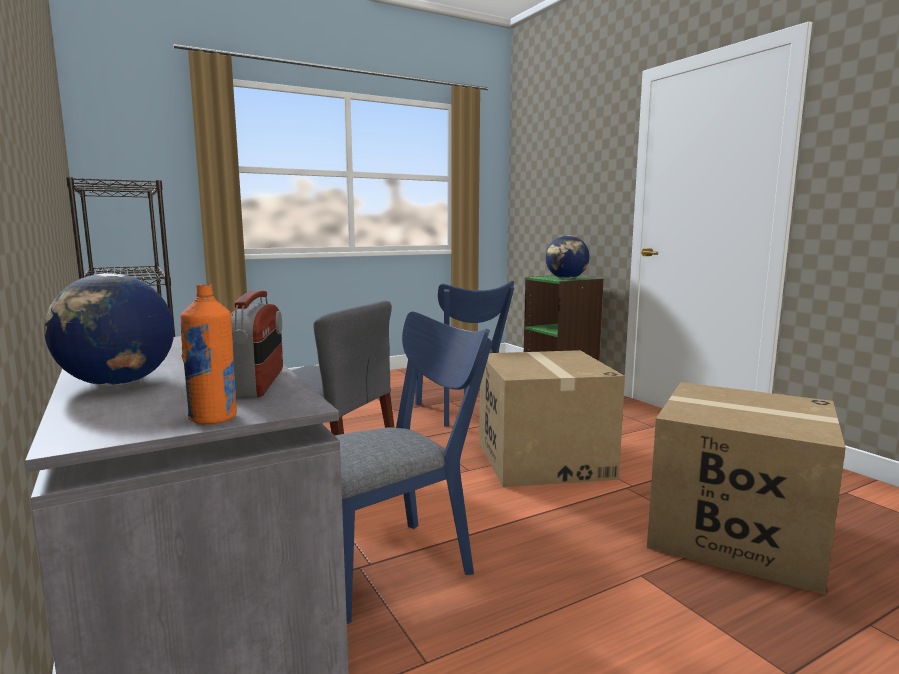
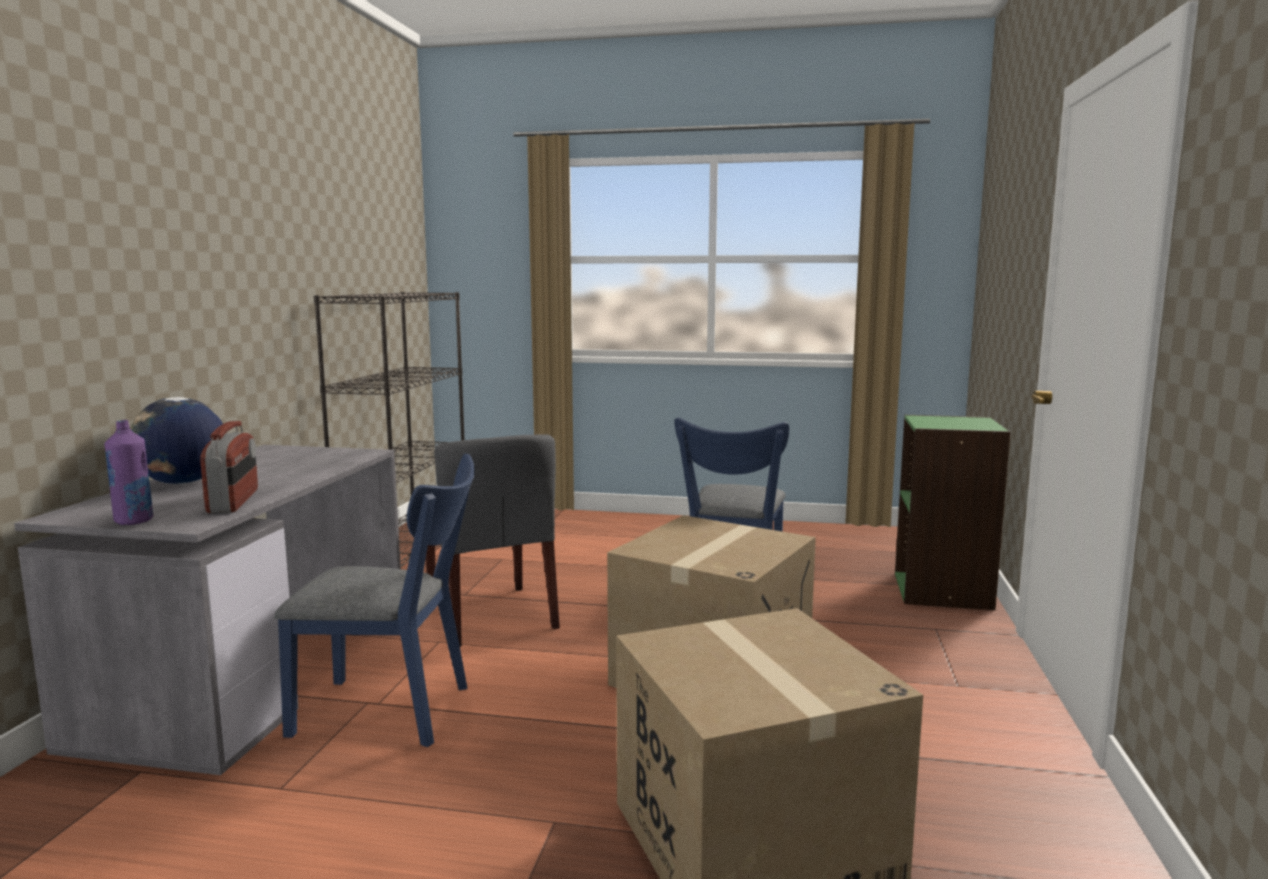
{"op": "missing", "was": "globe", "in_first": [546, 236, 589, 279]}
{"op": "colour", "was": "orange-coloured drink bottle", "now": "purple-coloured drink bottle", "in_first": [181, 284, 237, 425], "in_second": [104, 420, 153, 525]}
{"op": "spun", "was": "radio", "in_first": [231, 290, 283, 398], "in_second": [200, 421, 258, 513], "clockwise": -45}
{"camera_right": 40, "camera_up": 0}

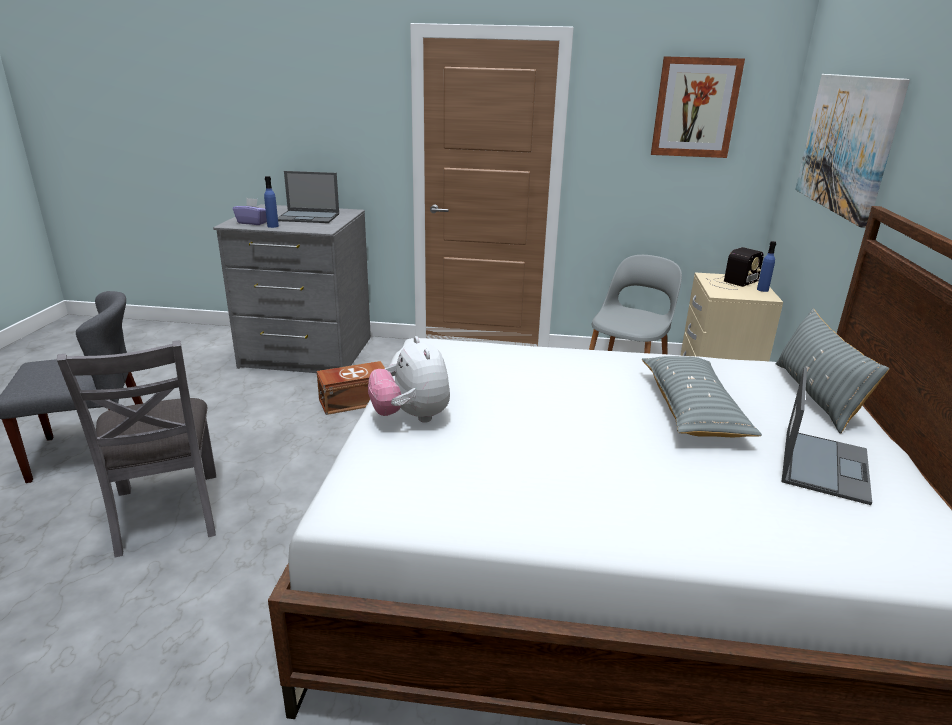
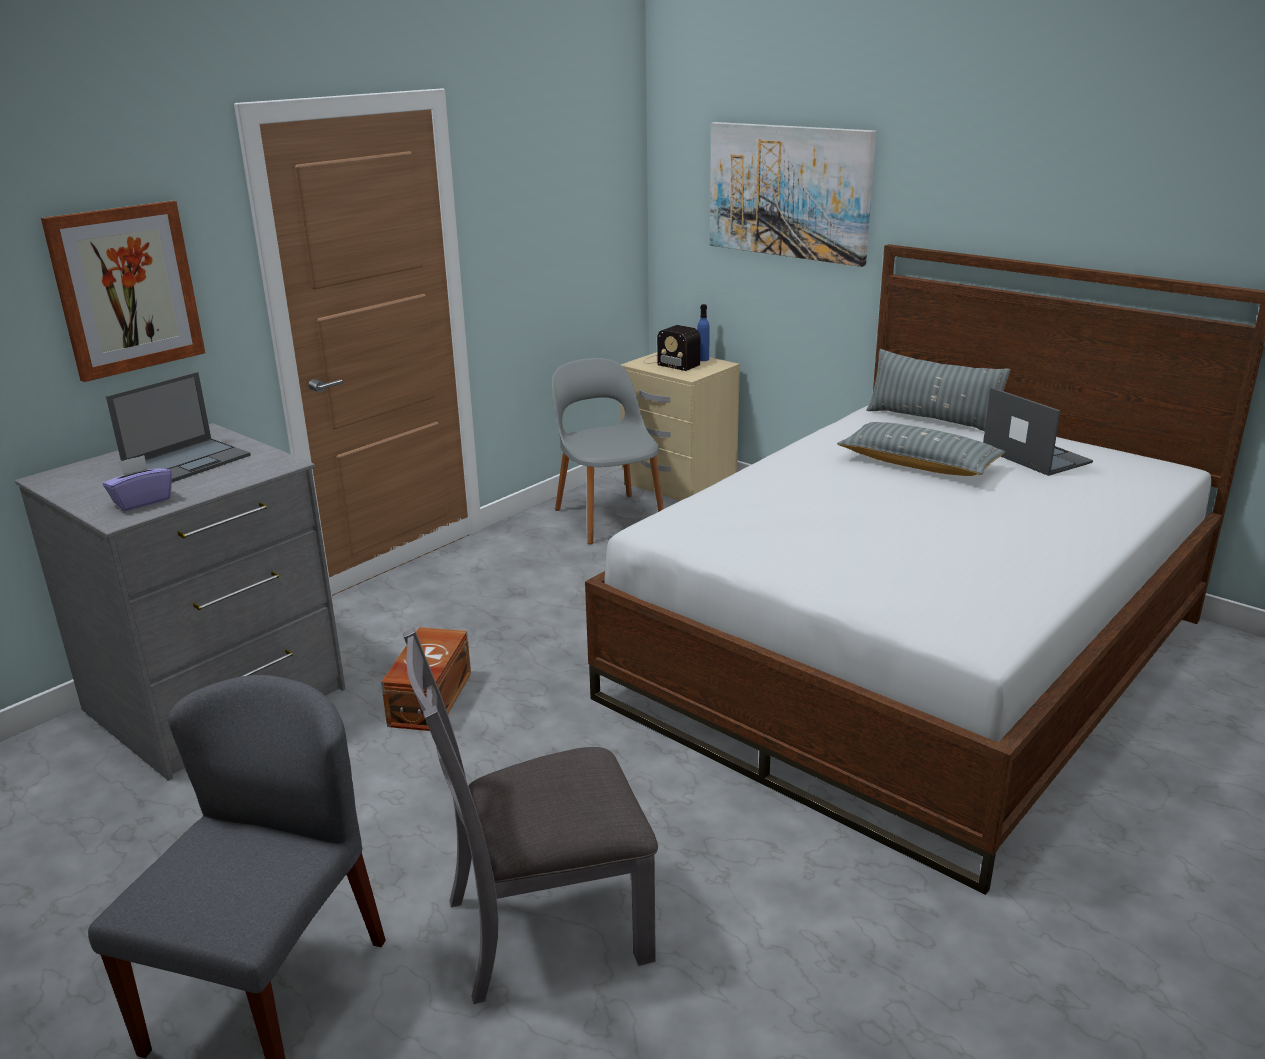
{"op": "relocated", "was": "picture", "in_first": [651, 56, 745, 158], "in_second": [41, 201, 205, 382]}
{"op": "missing", "was": "bluish drink bottle", "in_first": [264, 176, 279, 228]}
{"op": "spun", "was": "radio", "in_first": [706, 247, 764, 290], "in_second": [643, 325, 700, 371], "clockwise": 135}
{"op": "missing", "was": "cuddly toy", "in_first": [368, 336, 450, 423]}
{"op": "spun", "was": "gray plain chair", "in_first": [57, 340, 216, 557], "in_second": [403, 627, 658, 1004], "clockwise": 150}
{"camera_right": -55, "camera_up": 0}

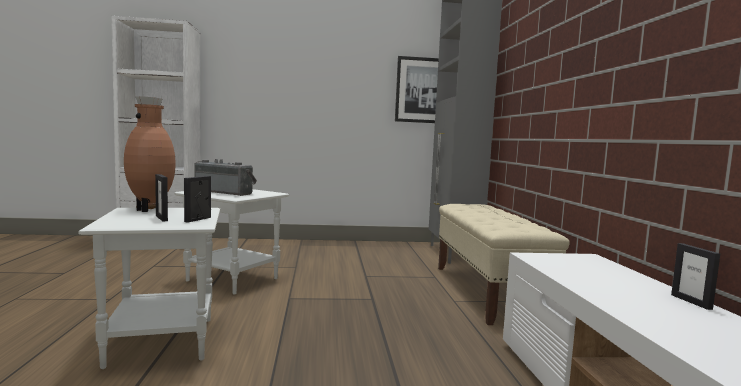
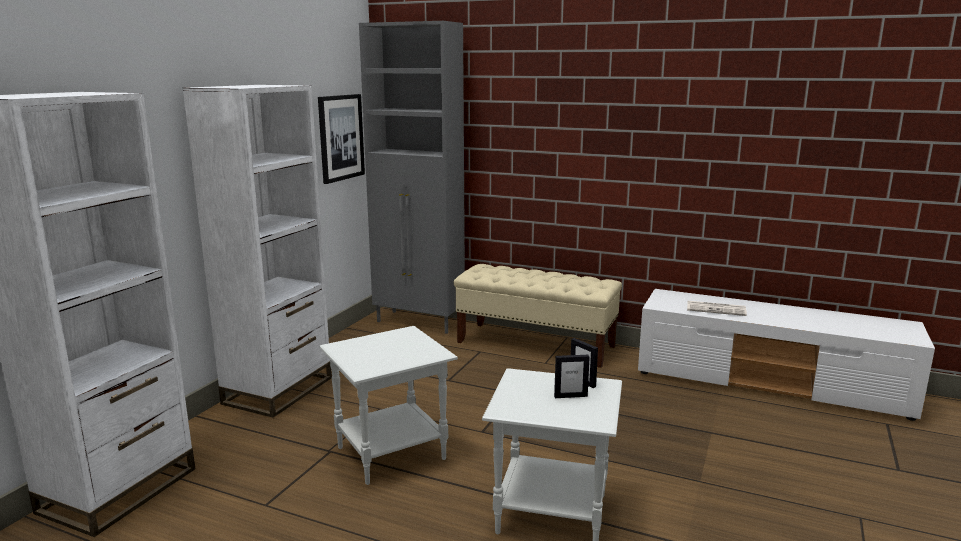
{"op": "missing", "was": "brown-coloured decorative vase", "in_first": [124, 96, 176, 212]}
{"op": "missing", "was": "radio", "in_first": [194, 159, 257, 196]}
{"op": "missing", "was": "standing frame", "in_first": [671, 243, 720, 310]}
{"op": "appeared", "now": "white bookcase", "in_second": [183, 85, 332, 418]}
{"op": "appeared", "now": "daily paper", "in_second": [687, 301, 747, 316]}
{"camera_right": -60, "camera_up": 10}

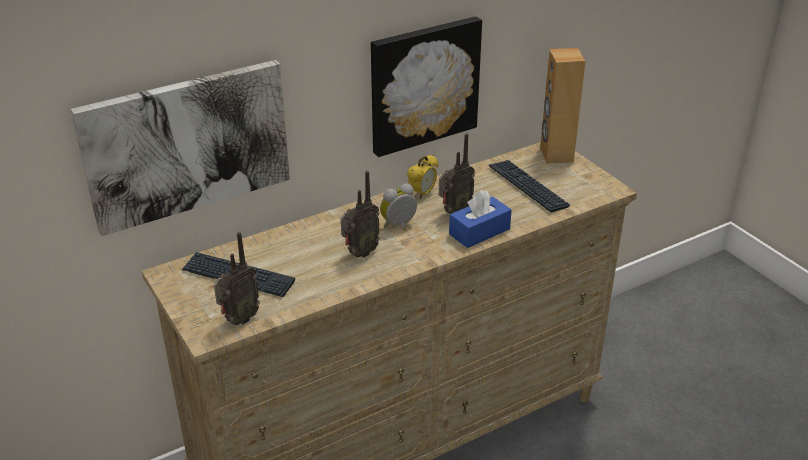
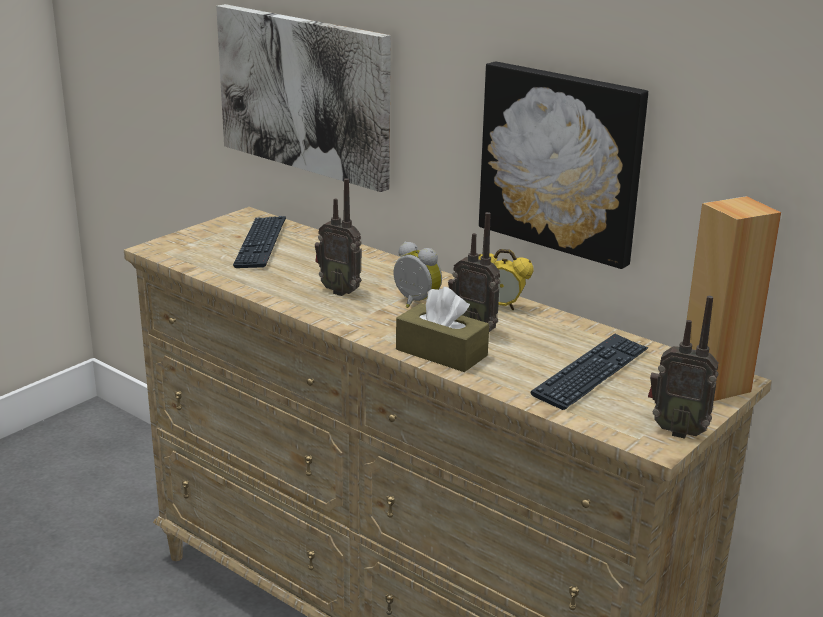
{"op": "colour", "was": "bluish tissue holder", "now": "brown-coloured tissue holder", "in_first": [449, 190, 512, 248], "in_second": [396, 287, 489, 372]}
{"op": "relocated", "was": "radio", "in_first": [214, 232, 260, 325], "in_second": [648, 296, 719, 439]}
{"camera_right": 70, "camera_up": -10}

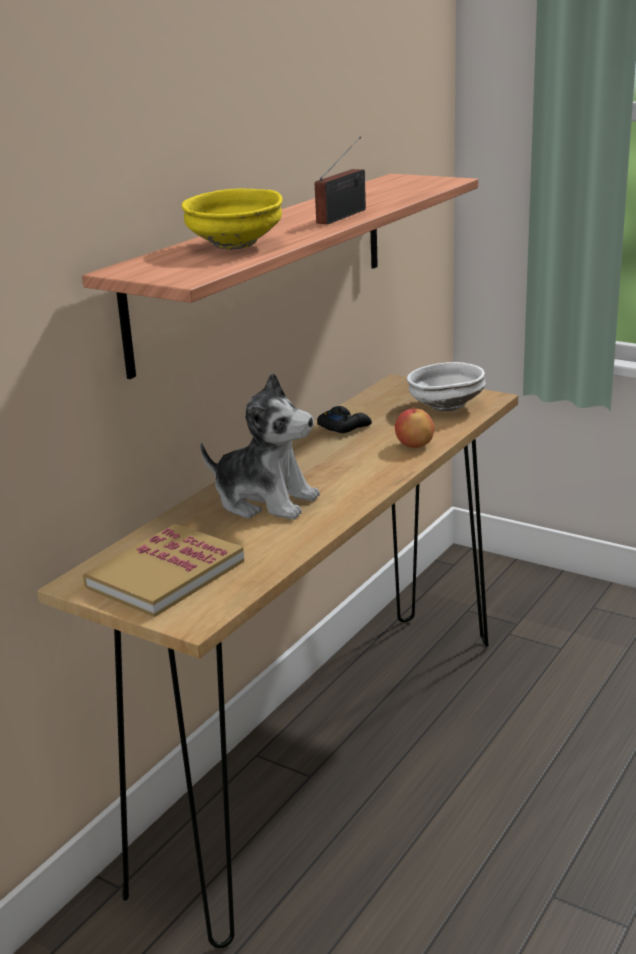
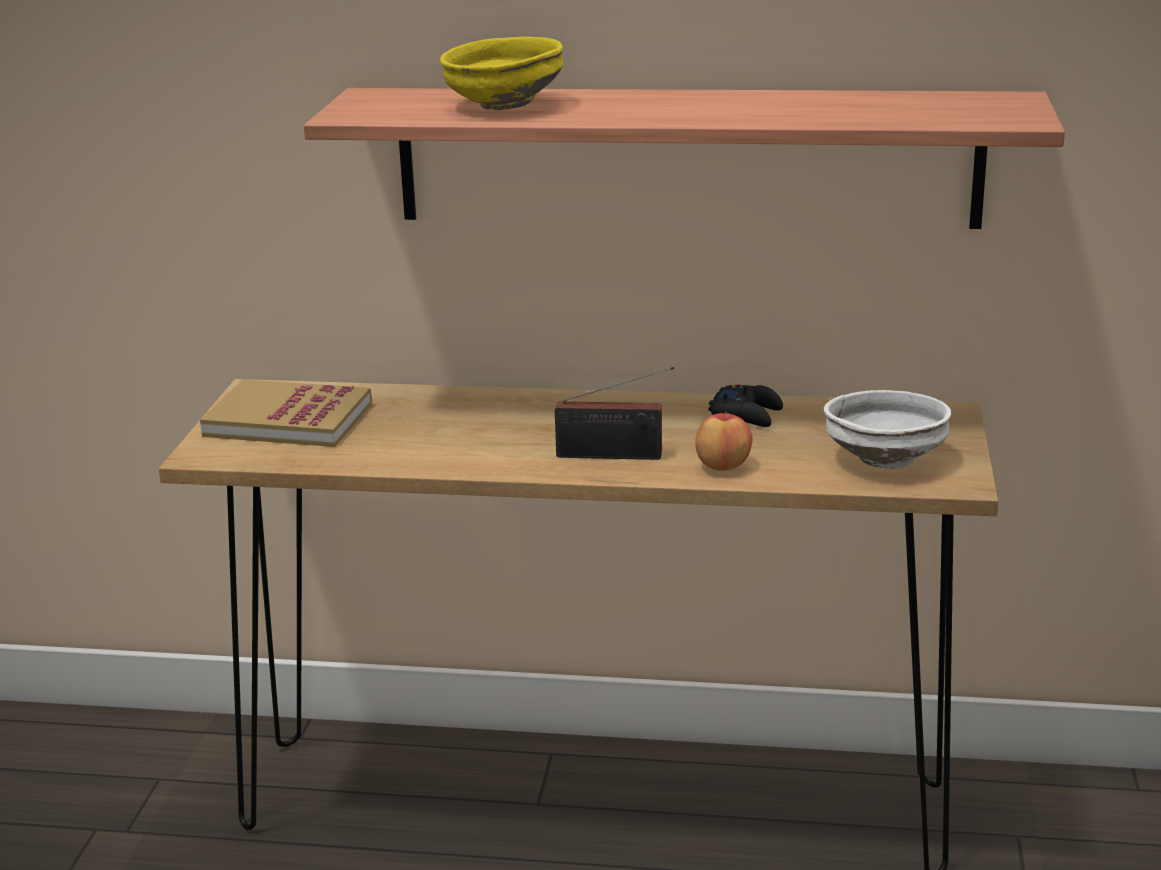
{"op": "relocated", "was": "radio", "in_first": [315, 136, 366, 224], "in_second": [555, 367, 674, 460]}
{"op": "missing", "was": "cuddly toy", "in_first": [200, 373, 320, 520]}
{"camera_right": 65, "camera_up": 0}

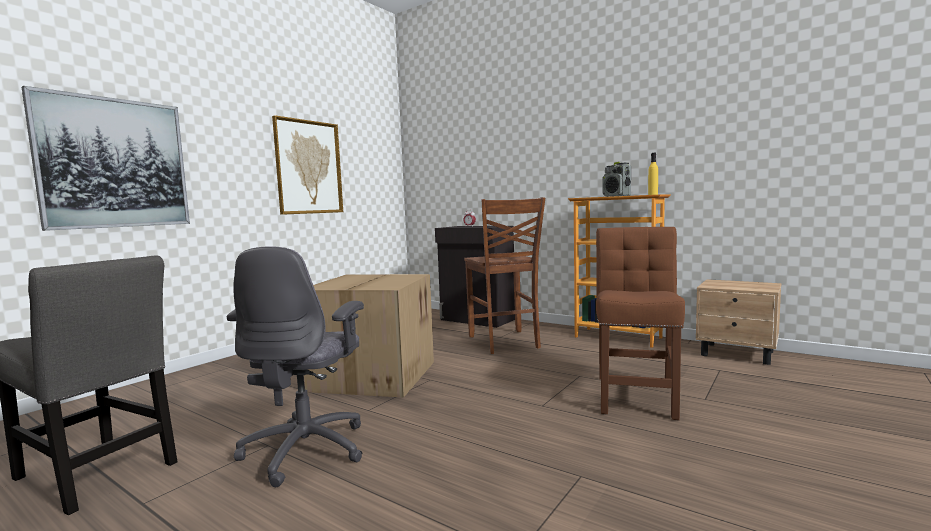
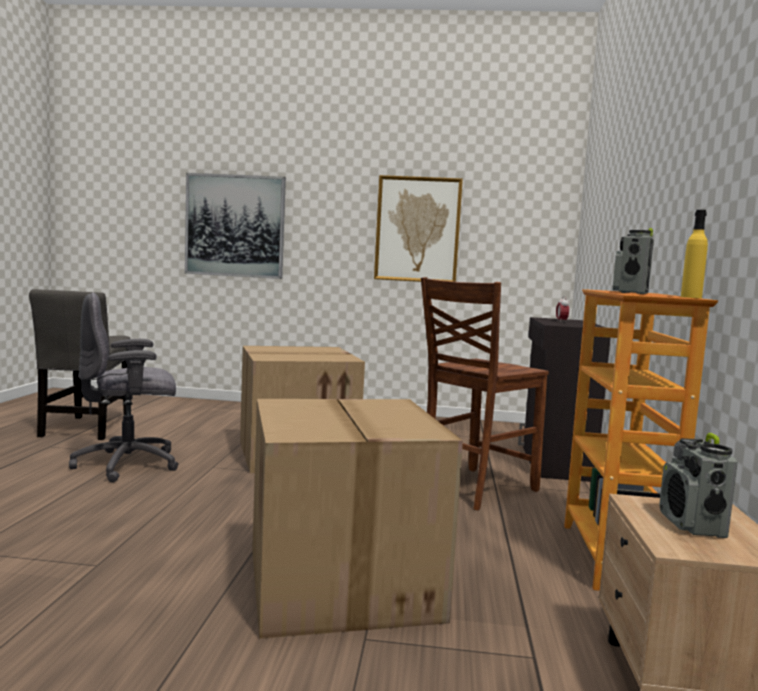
{"op": "exchanged", "was": "brown-coloured plain chair", "now": "packing box", "in_first": [596, 227, 685, 420], "in_second": [252, 399, 463, 639]}
{"op": "appeared", "now": "radio", "in_second": [659, 433, 738, 538]}
{"camera_right": 60, "camera_up": 0}

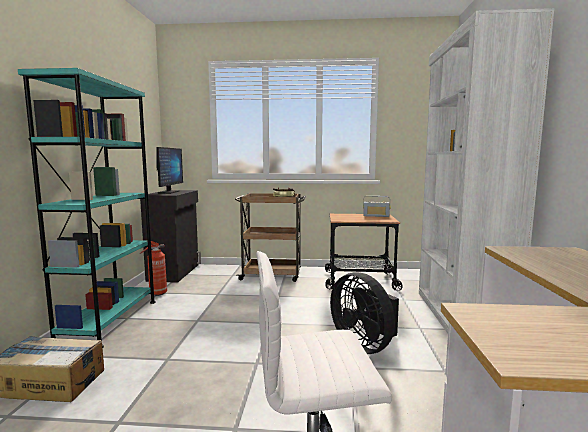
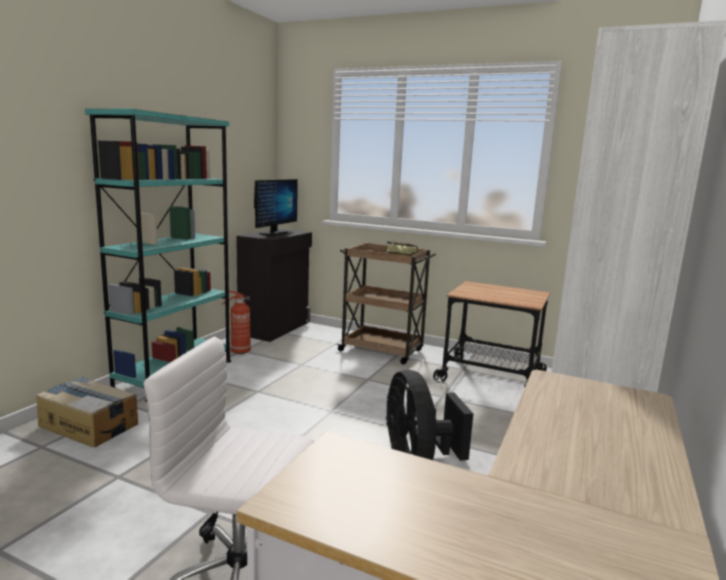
{"op": "missing", "was": "radio", "in_first": [363, 196, 390, 217]}
{"camera_right": 20, "camera_up": 5}

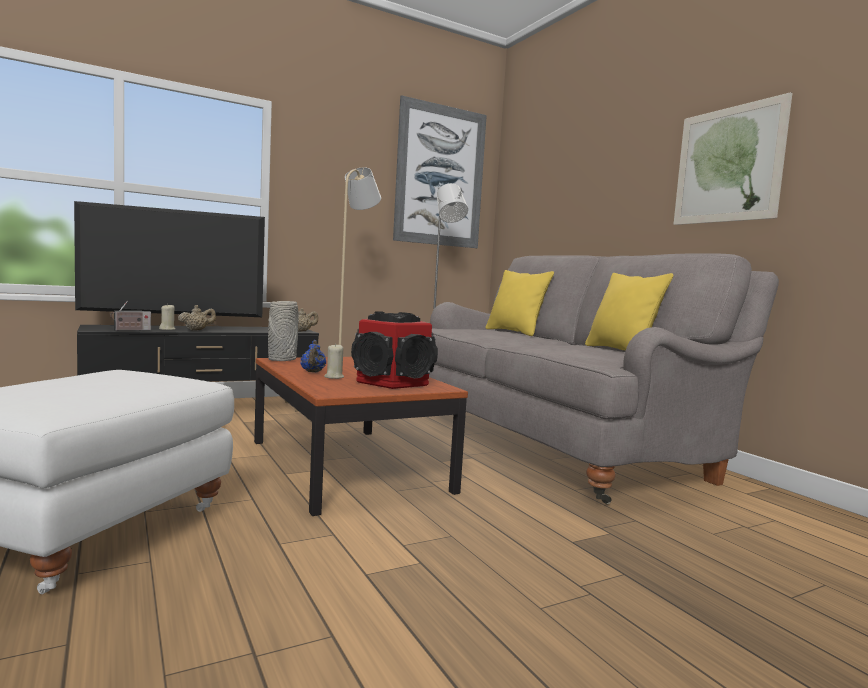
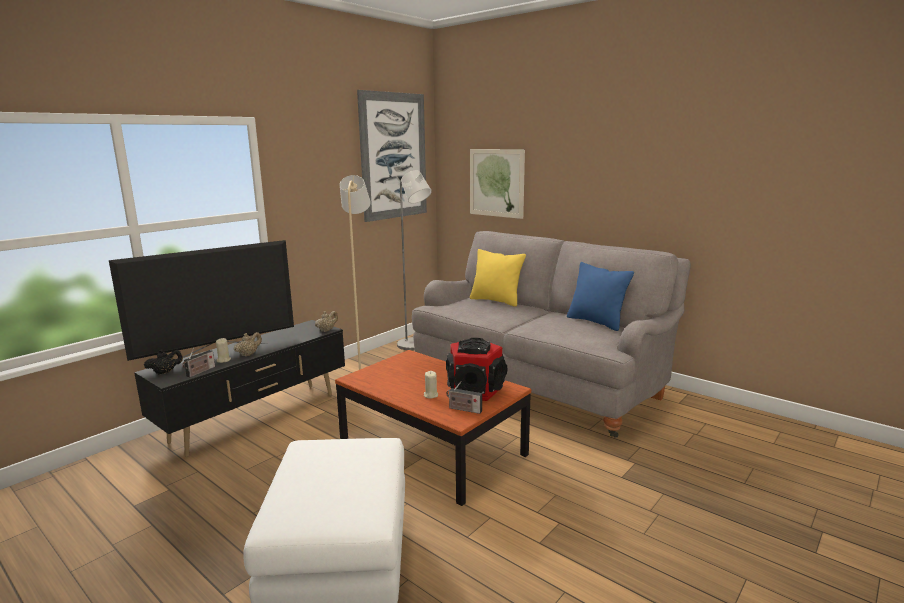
{"op": "relocated", "was": "picture", "in_first": [674, 92, 792, 225], "in_second": [470, 149, 525, 219]}
{"op": "colour", "was": "yellow-coloured cushion", "now": "bluish cushion", "in_first": [585, 273, 673, 350], "in_second": [567, 262, 634, 331]}
{"op": "missing", "was": "gray decorative vase", "in_first": [268, 301, 299, 361]}
{"op": "missing", "was": "bluish tea pot", "in_first": [300, 340, 326, 372]}
{"op": "appeared", "now": "black-coloured tea pot", "in_second": [144, 349, 183, 375]}
{"op": "appeared", "now": "radio", "in_second": [446, 381, 482, 414]}
{"camera_right": -20, "camera_up": 10}

